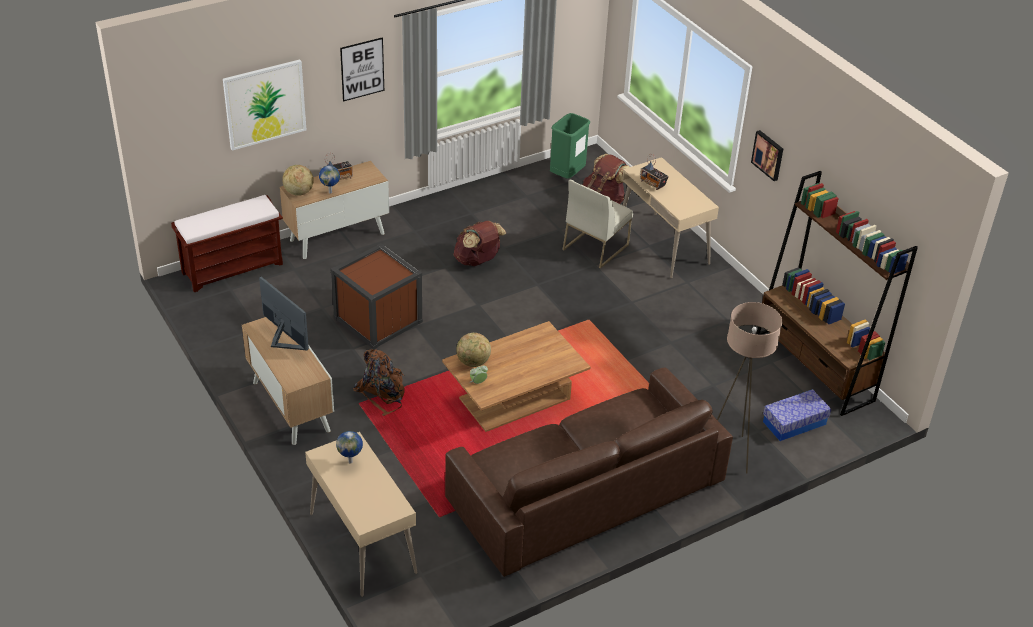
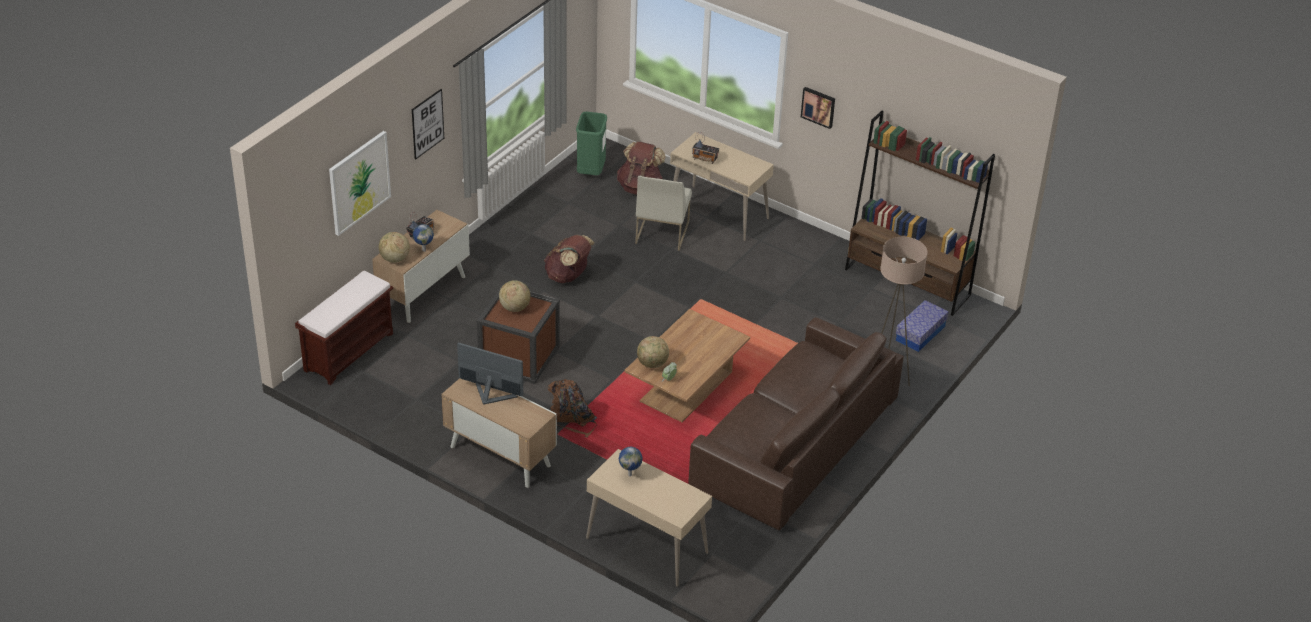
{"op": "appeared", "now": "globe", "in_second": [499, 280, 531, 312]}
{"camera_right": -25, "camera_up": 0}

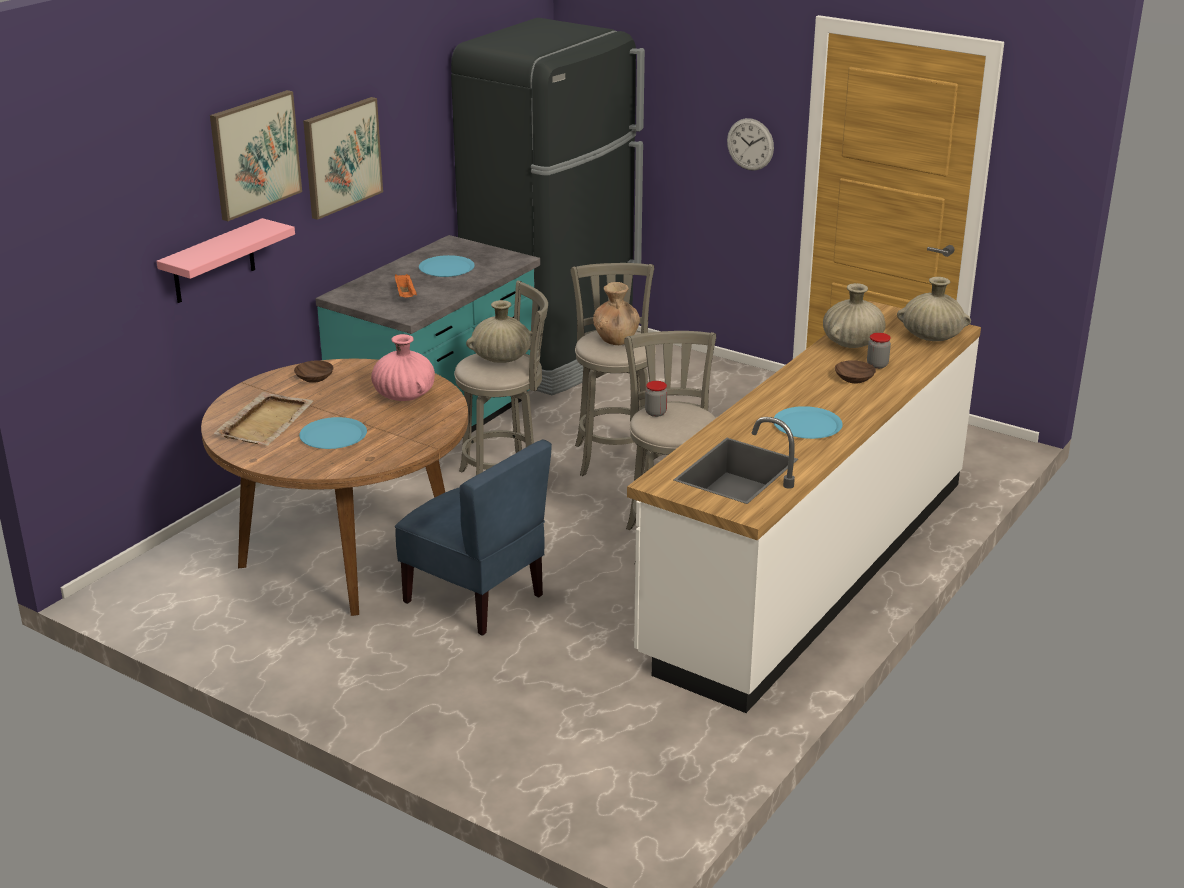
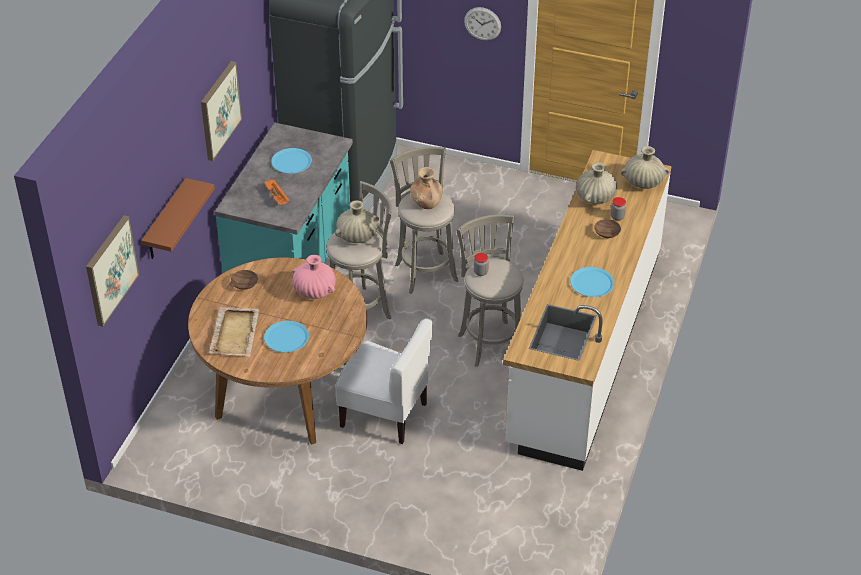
{"op": "relocated", "was": "picture", "in_first": [210, 90, 302, 221], "in_second": [86, 215, 139, 327]}
{"op": "colour", "was": "pink-coloured wall shelf", "now": "brown-coloured wall shelf", "in_first": [156, 218, 295, 303], "in_second": [141, 178, 215, 259]}
{"op": "colour", "was": "bluish plain chair", "now": "white plain chair", "in_first": [395, 440, 552, 636], "in_second": [335, 319, 433, 444]}
{"camera_right": -15, "camera_up": 15}

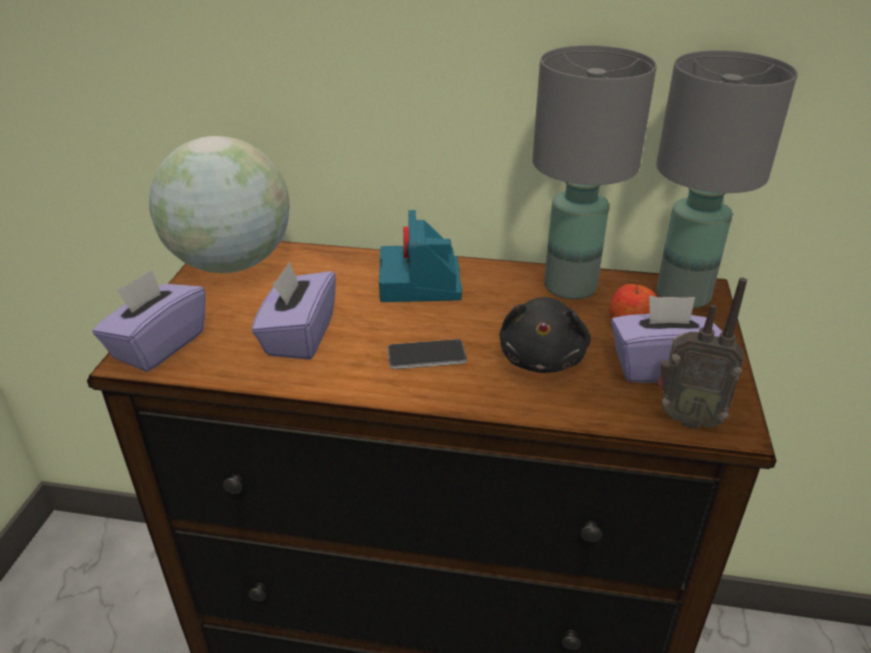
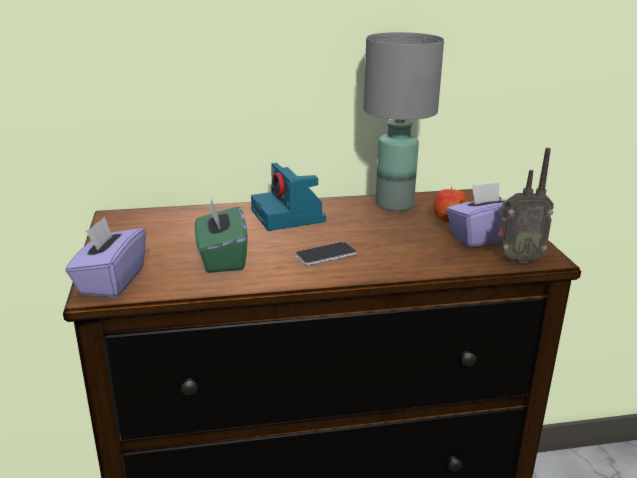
{"op": "missing", "was": "gray lamp for a table", "in_first": [656, 50, 798, 308]}
{"op": "missing", "was": "globe", "in_first": [149, 136, 289, 273]}
{"op": "colour", "was": "purple-coloured tissue holder", "now": "green-coloured tissue holder", "in_first": [251, 262, 336, 360], "in_second": [195, 199, 248, 273]}
{"op": "missing", "was": "black-coloured cuddly toy", "in_first": [499, 297, 591, 373]}
{"camera_right": -20, "camera_up": -10}

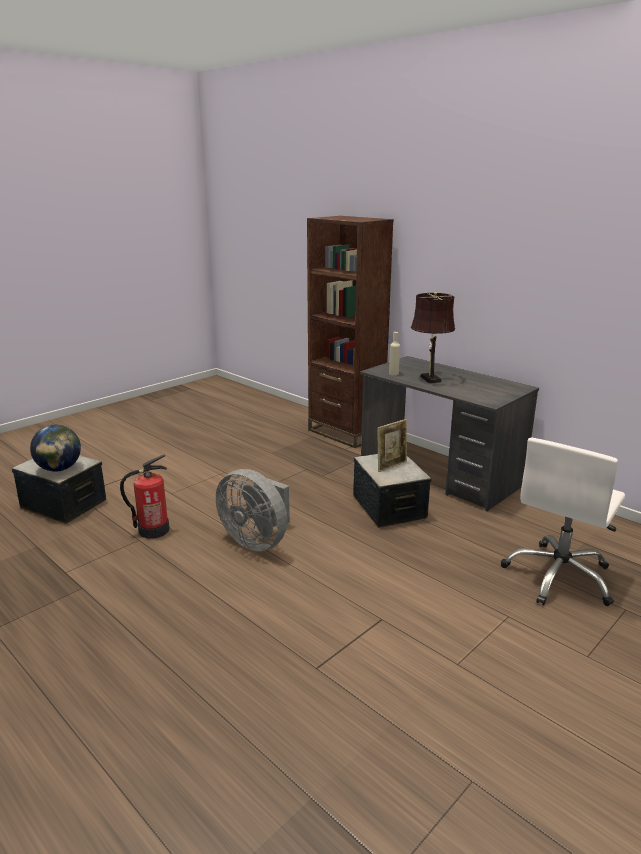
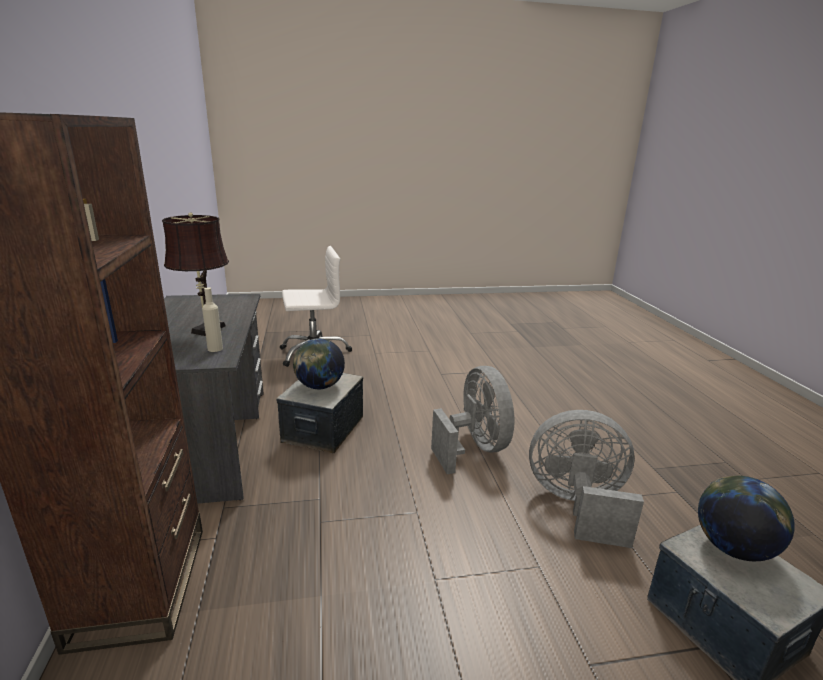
{"op": "exchanged", "was": "standing frame", "now": "globe", "in_first": [378, 419, 407, 472], "in_second": [293, 338, 345, 389]}
{"op": "exchanged", "was": "fire extinguisher", "now": "gray cooling fan", "in_first": [120, 455, 169, 539], "in_second": [529, 410, 644, 548]}
{"camera_right": -145, "camera_up": 0}

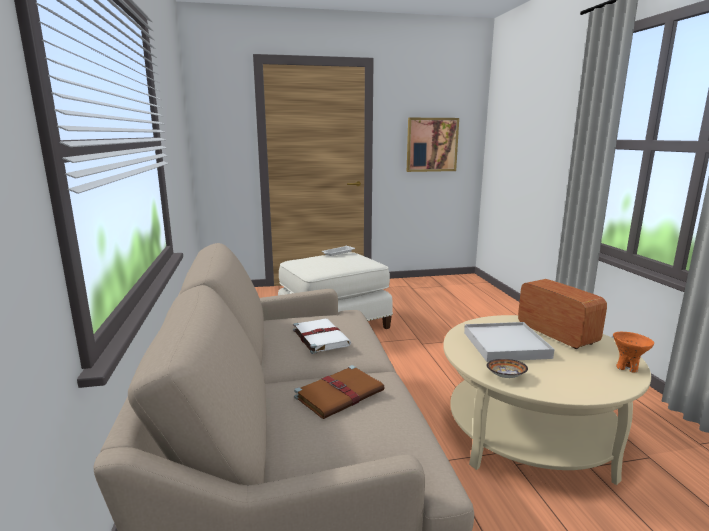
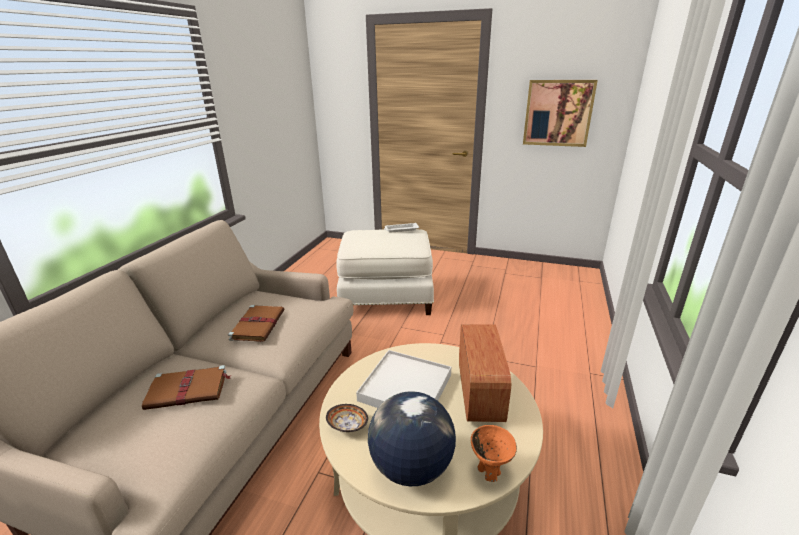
{"op": "colour", "was": "white volume", "now": "brown-coloured volume", "in_first": [293, 319, 351, 354], "in_second": [228, 305, 284, 342]}
{"op": "appeared", "now": "globe", "in_second": [368, 391, 456, 486]}
{"camera_right": 30, "camera_up": 10}

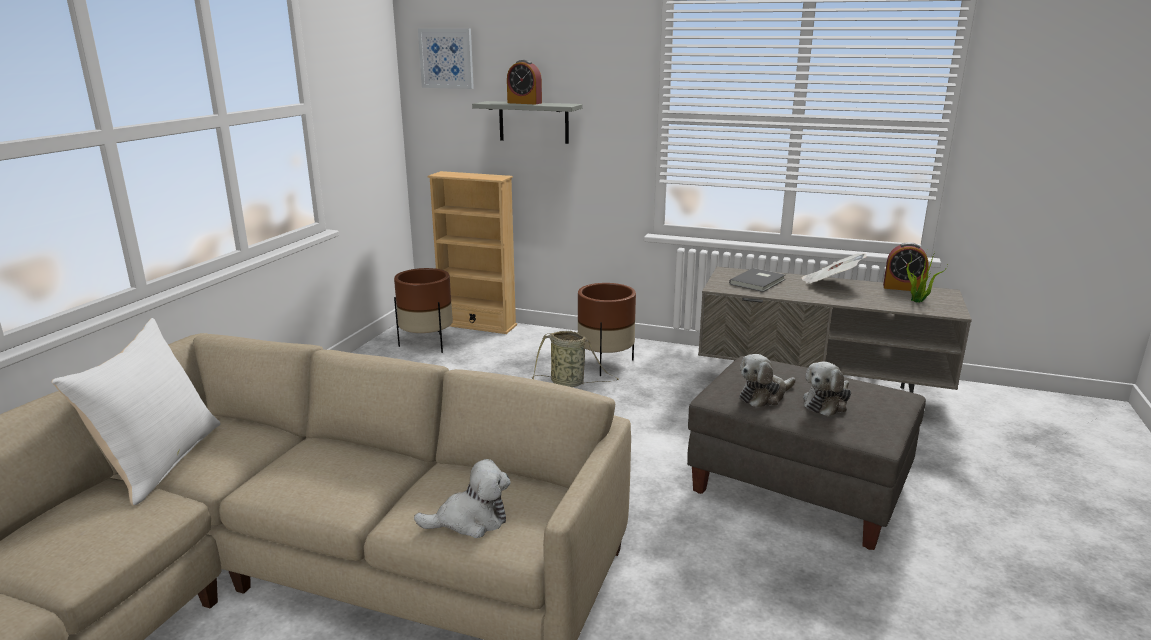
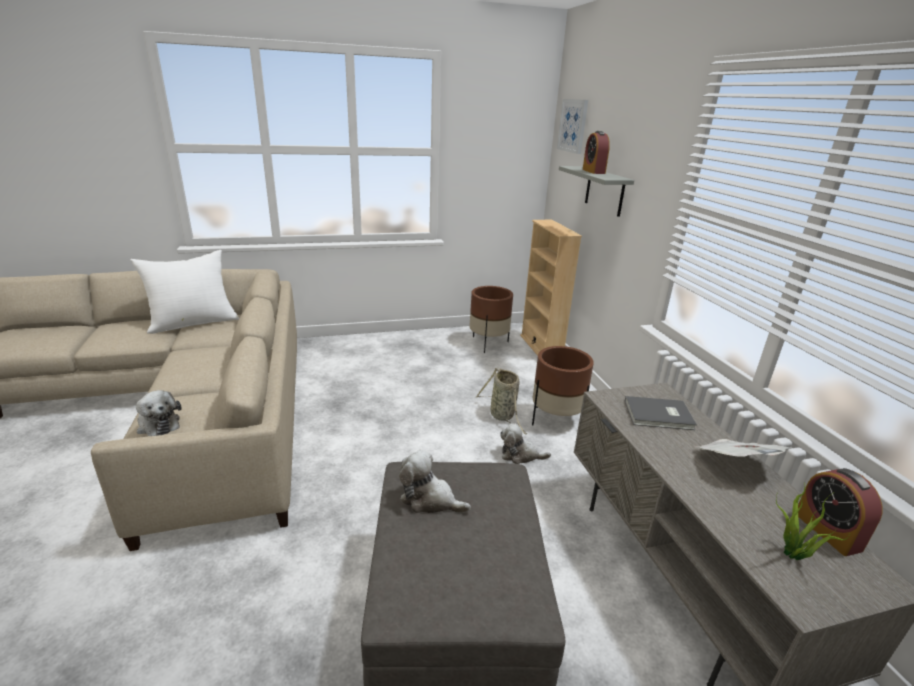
{"op": "relocated", "was": "cuddly toy", "in_first": [803, 361, 851, 417], "in_second": [500, 423, 551, 464]}
{"camera_right": 55, "camera_up": 5}

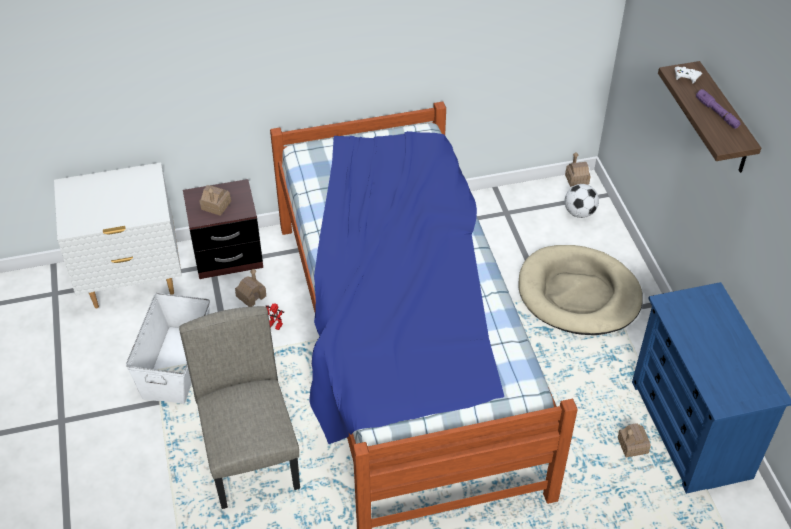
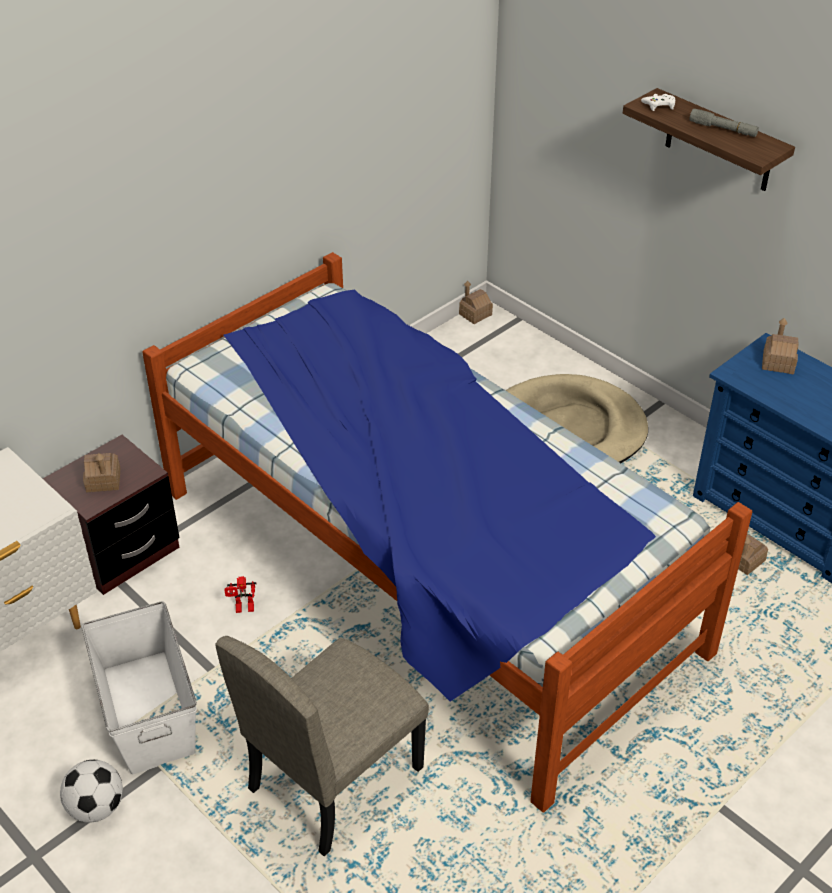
{"op": "colour", "was": "purple-coloured torch", "now": "gray torch", "in_first": [696, 89, 741, 129], "in_second": [690, 109, 759, 137]}
{"op": "relocated", "was": "football ball", "in_first": [565, 184, 599, 218], "in_second": [60, 760, 123, 823]}
{"op": "relocated", "was": "toy house", "in_first": [235, 269, 266, 307], "in_second": [762, 318, 799, 375]}
{"op": "spun", "was": "beige-coloured plain chair", "in_first": [179, 306, 300, 509], "in_second": [215, 636, 429, 856], "clockwise": -90}
{"camera_right": -30, "camera_up": -5}

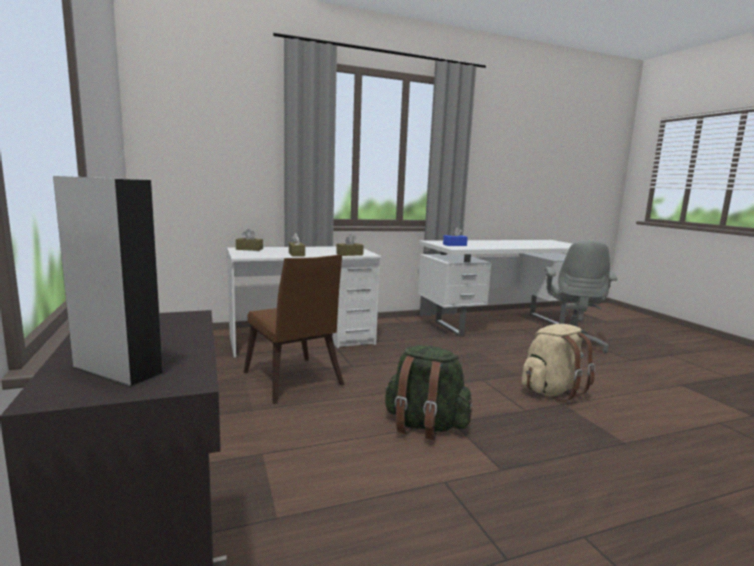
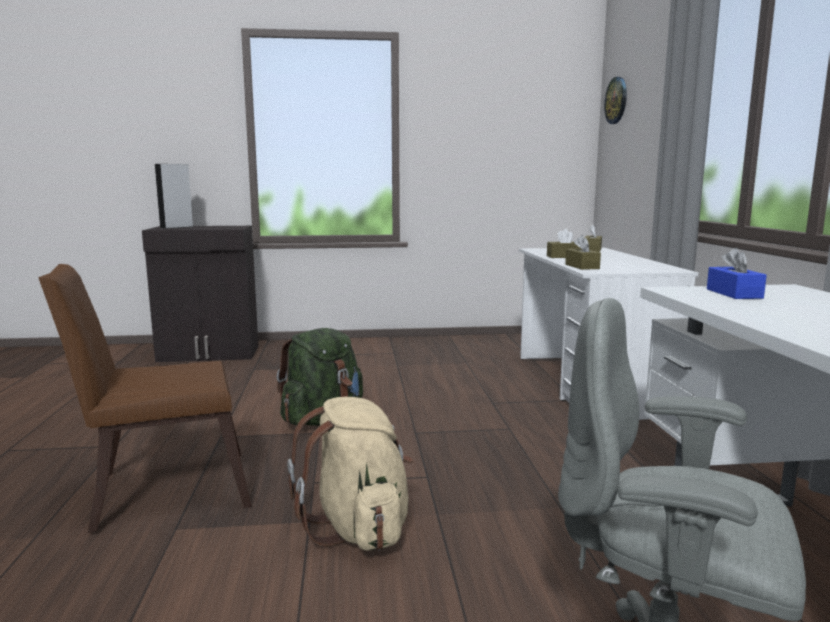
{"op": "relocated", "was": "brown-coloured plain chair", "in_first": [244, 255, 344, 404], "in_second": [38, 264, 252, 533]}
{"op": "appeared", "now": "wall clock", "in_second": [604, 77, 627, 124]}
{"camera_right": 105, "camera_up": 0}

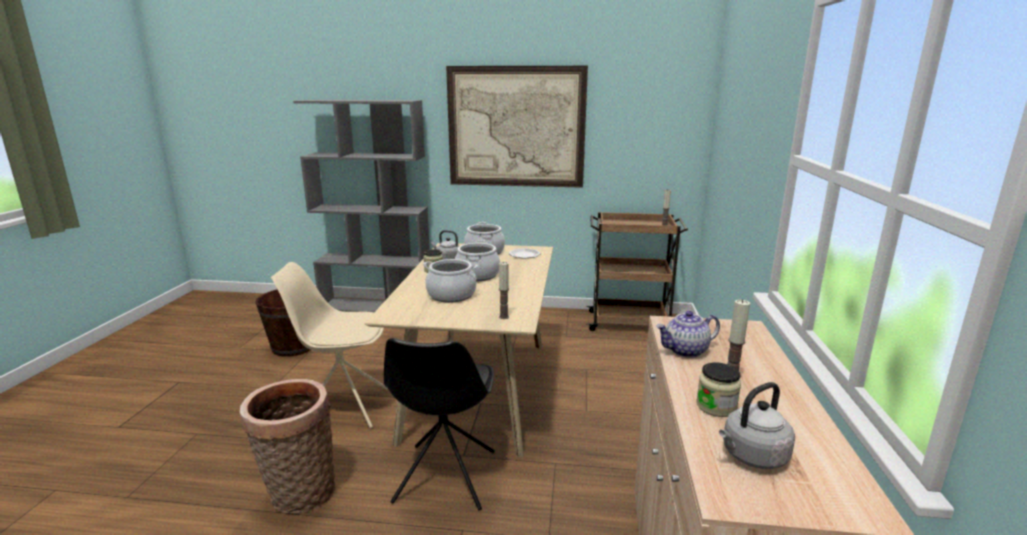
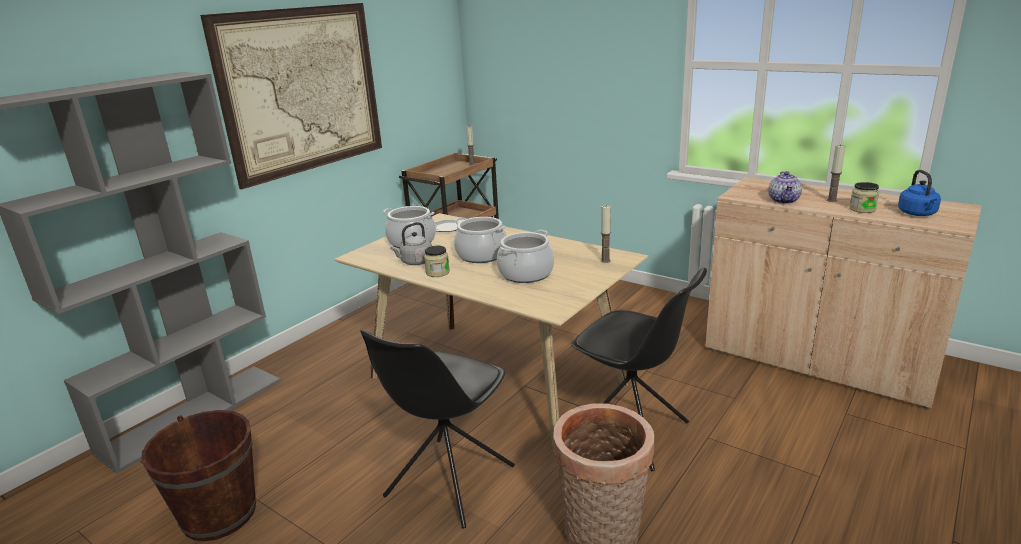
{"op": "colour", "was": "beige-coloured plain chair", "now": "black-coloured plain chair", "in_first": [271, 262, 388, 428], "in_second": [360, 330, 515, 529]}
{"op": "colour", "was": "gray water kettle", "now": "bluish water kettle", "in_first": [719, 382, 795, 469], "in_second": [898, 170, 941, 216]}
{"camera_right": -60, "camera_up": 5}

